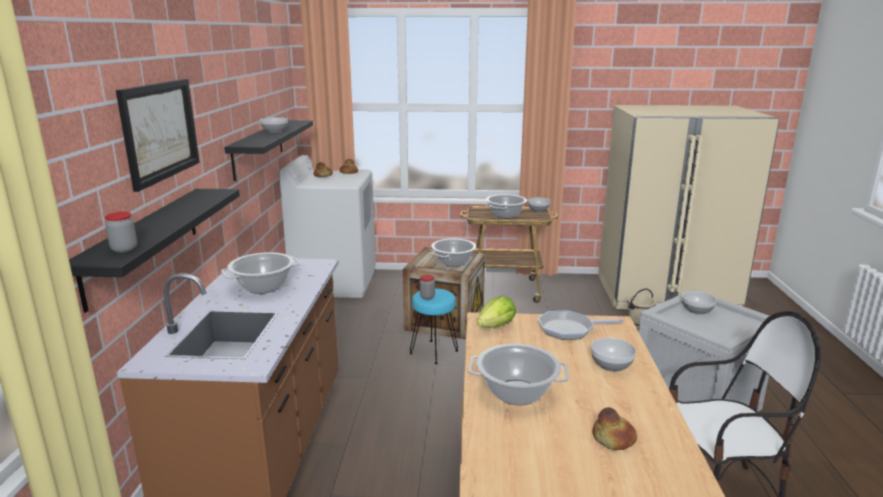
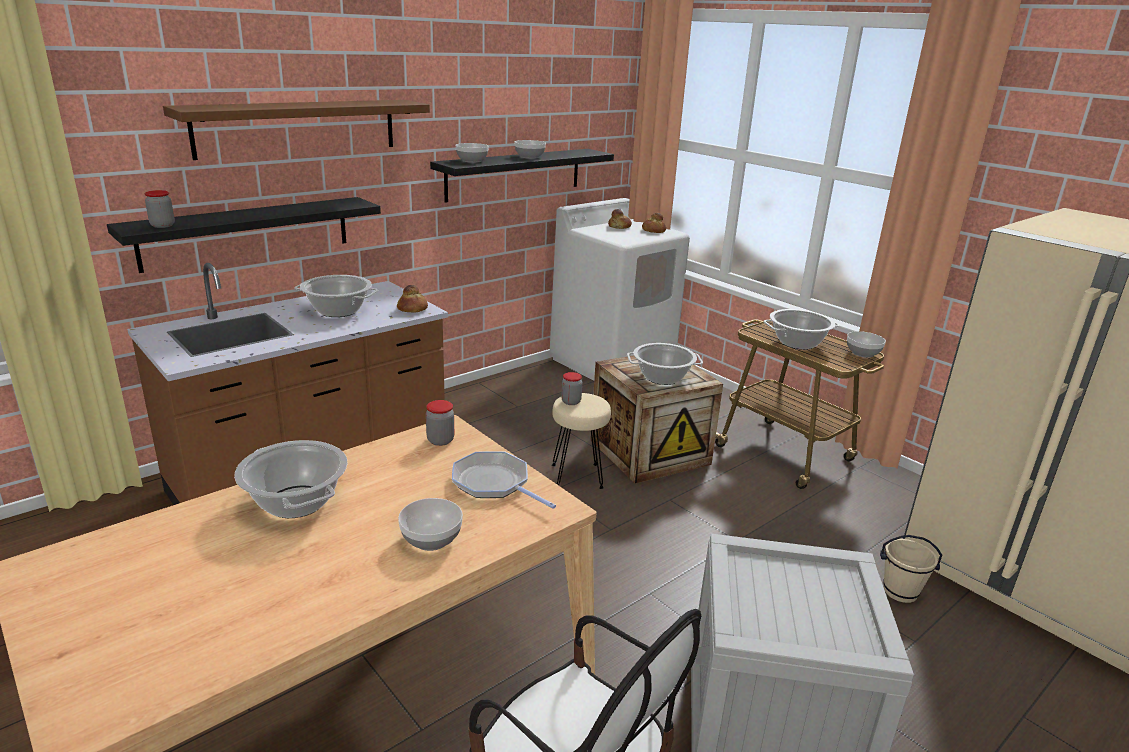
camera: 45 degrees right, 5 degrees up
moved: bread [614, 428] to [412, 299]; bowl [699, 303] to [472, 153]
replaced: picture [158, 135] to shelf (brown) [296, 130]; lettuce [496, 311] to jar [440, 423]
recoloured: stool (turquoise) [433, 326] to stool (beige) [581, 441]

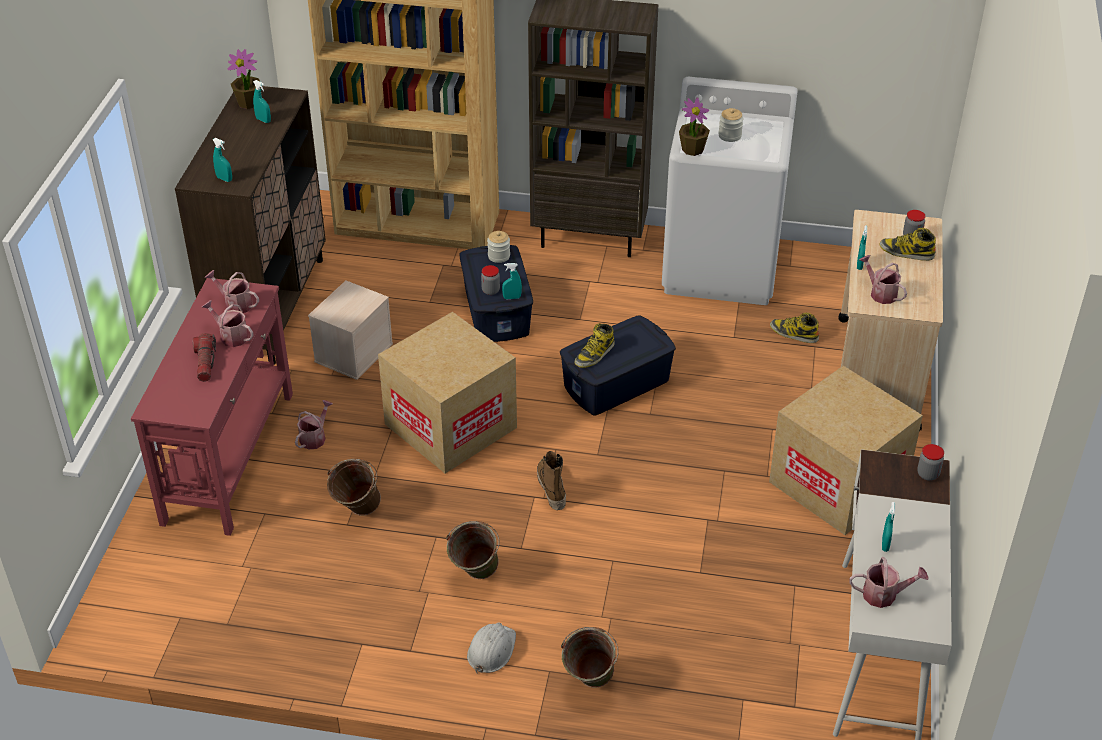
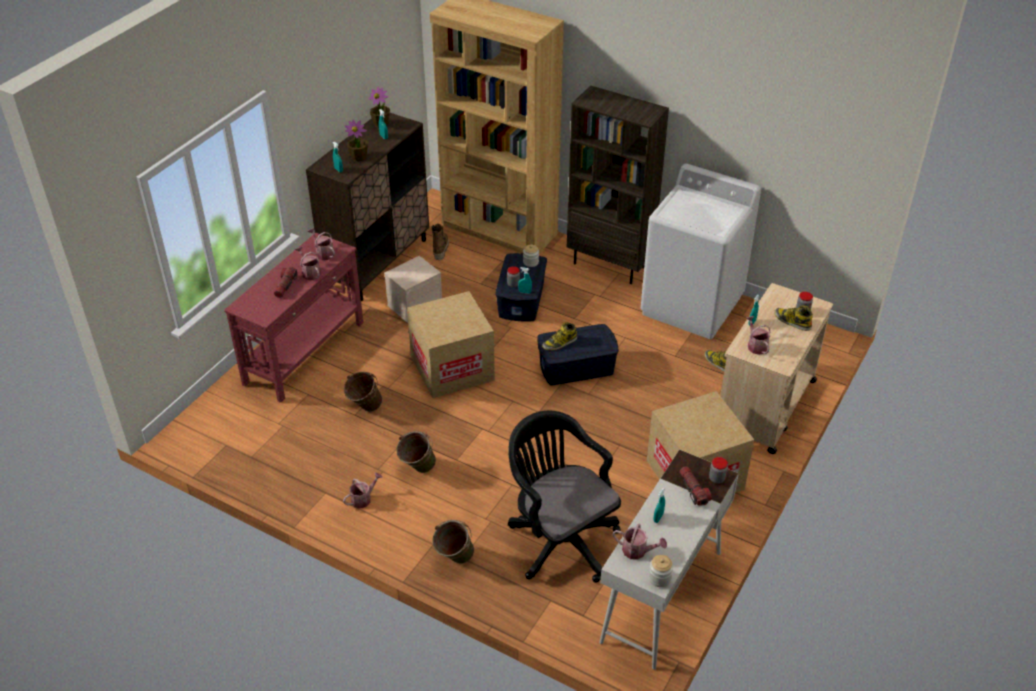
camera: 20 degrees right, 0 degrees up
removed: hard hat (white) [491, 647]
added: office chair (black) [564, 496]; flashlight [696, 486]
moved: watering can [314, 425] to [362, 490]; boot [551, 480] to [440, 242]; potted plant [694, 126] to [356, 140]; jar [730, 125] to [661, 571]

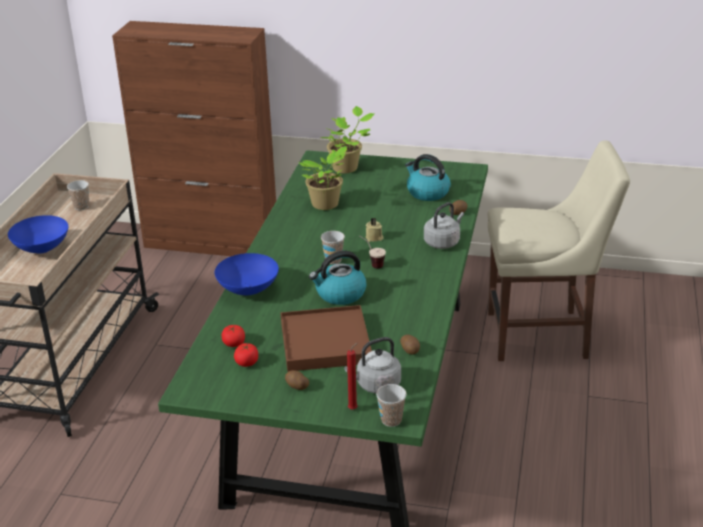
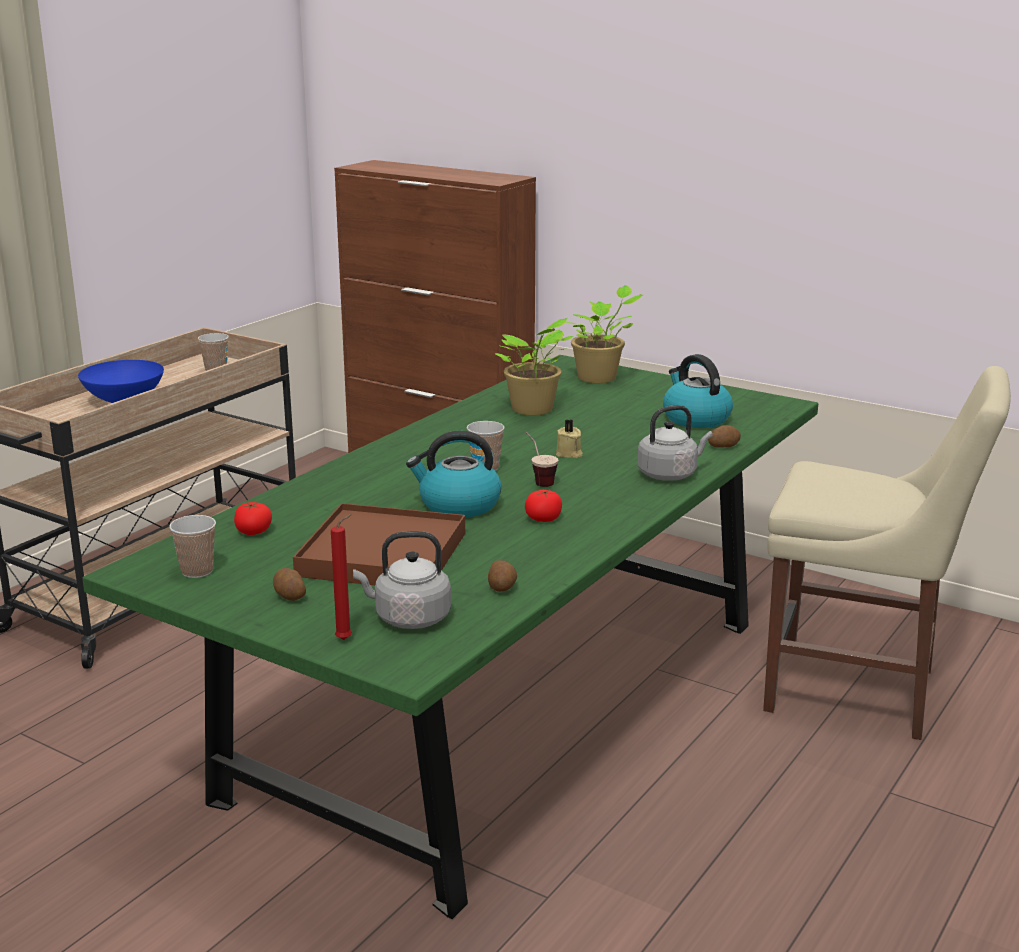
camera: 20 degrees right, 10 degrees down
removed: bowl (blue) [247, 274]
moved: tomato [246, 355] to [543, 506]; cup [391, 405] to [192, 546]

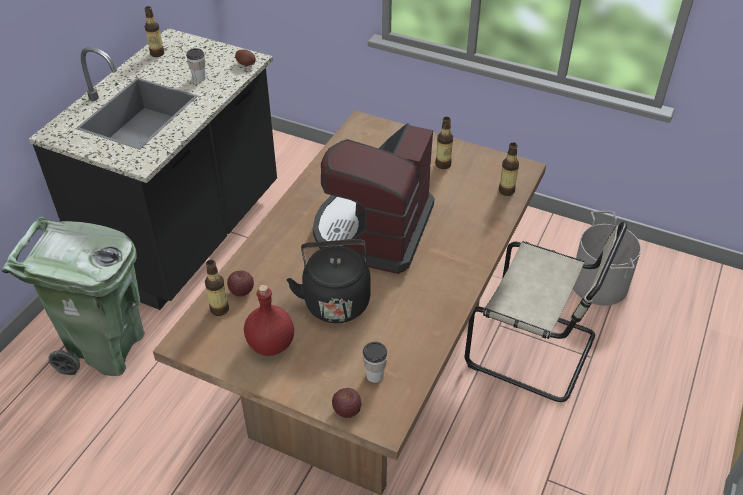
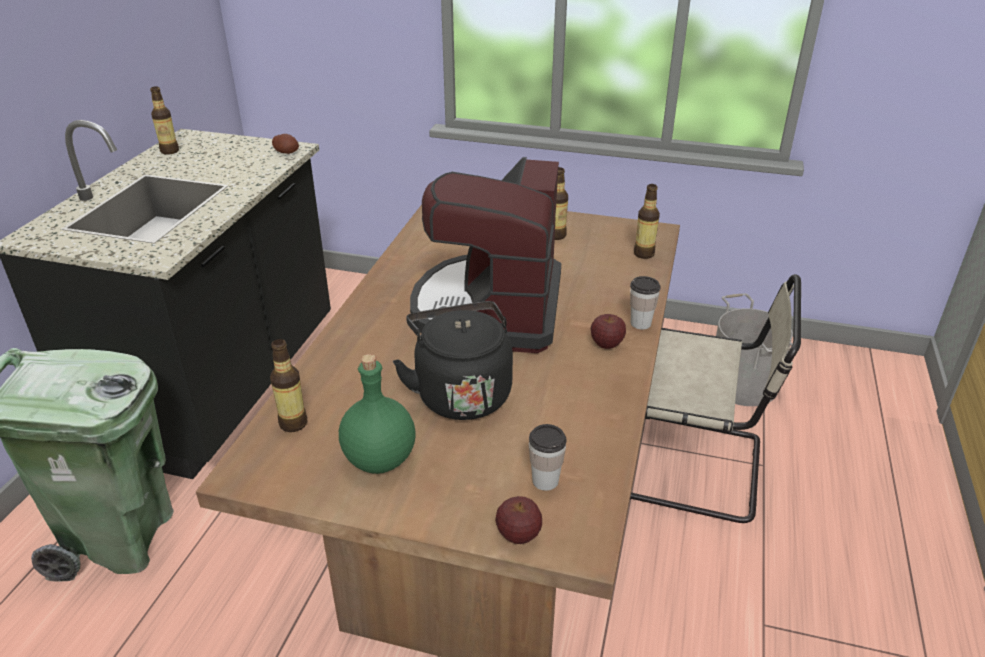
camera: 10 degrees left, 10 degrees down
moved: cup [196, 65] to [645, 302]; apple [240, 283] to [608, 331]
recoloured: bottle (red) [269, 320] to bottle (green) [377, 414]

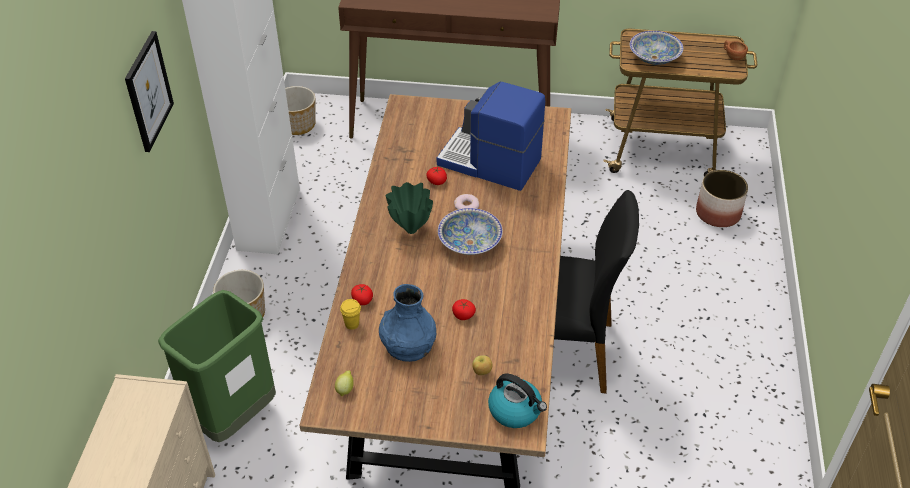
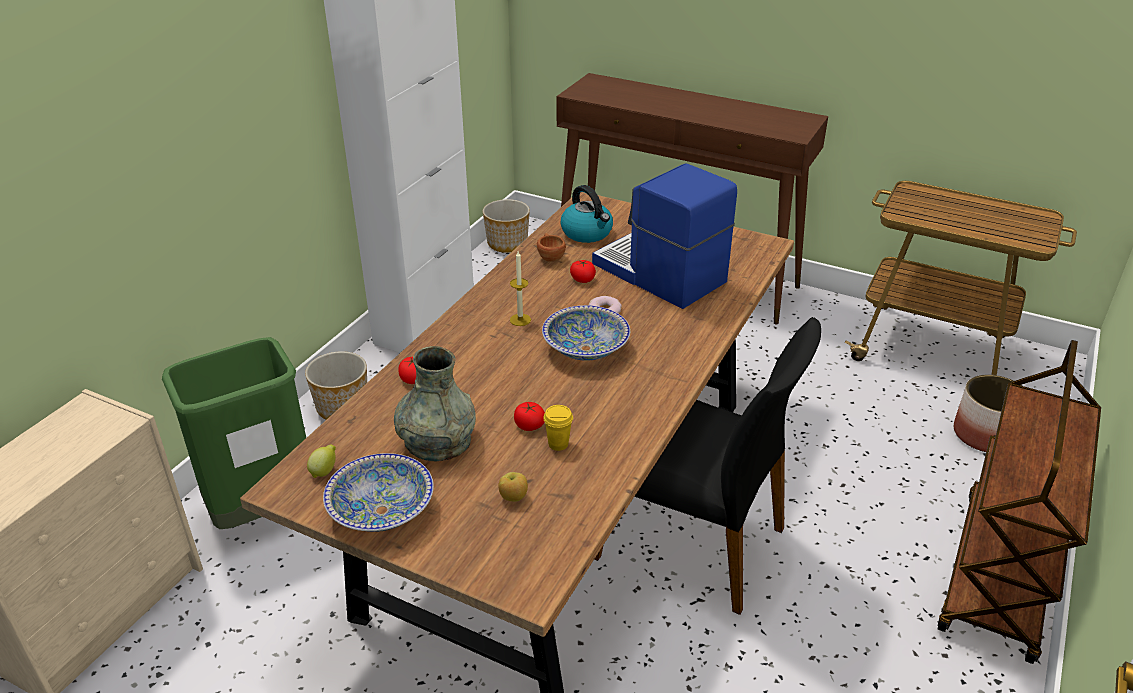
camera: 20 degrees right, 10 degrees down
removed: picture [149, 91]
added: cart (brown) [1019, 502]
moved: cup (yellow) [350, 314] to [558, 428]; kettle [517, 401] to [586, 214]; bowl [656, 48] to [378, 492]; cup (brown) [736, 50] to [551, 247]
replaced: vase (green) [409, 208] to candle [520, 288]
recoloured: vase (blue) [407, 323] to vase (grey) [435, 403]

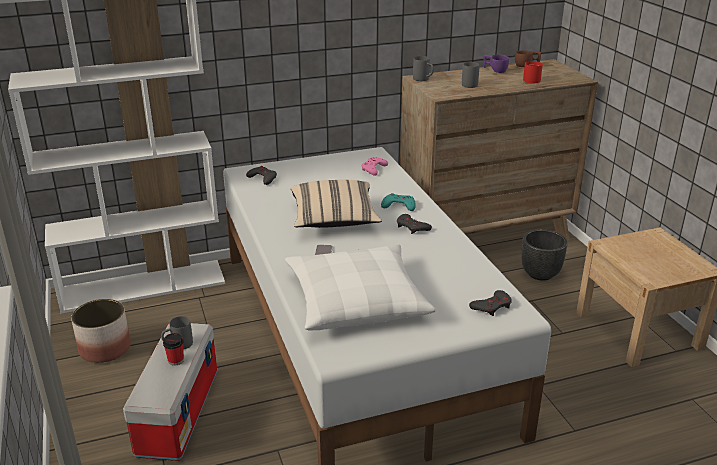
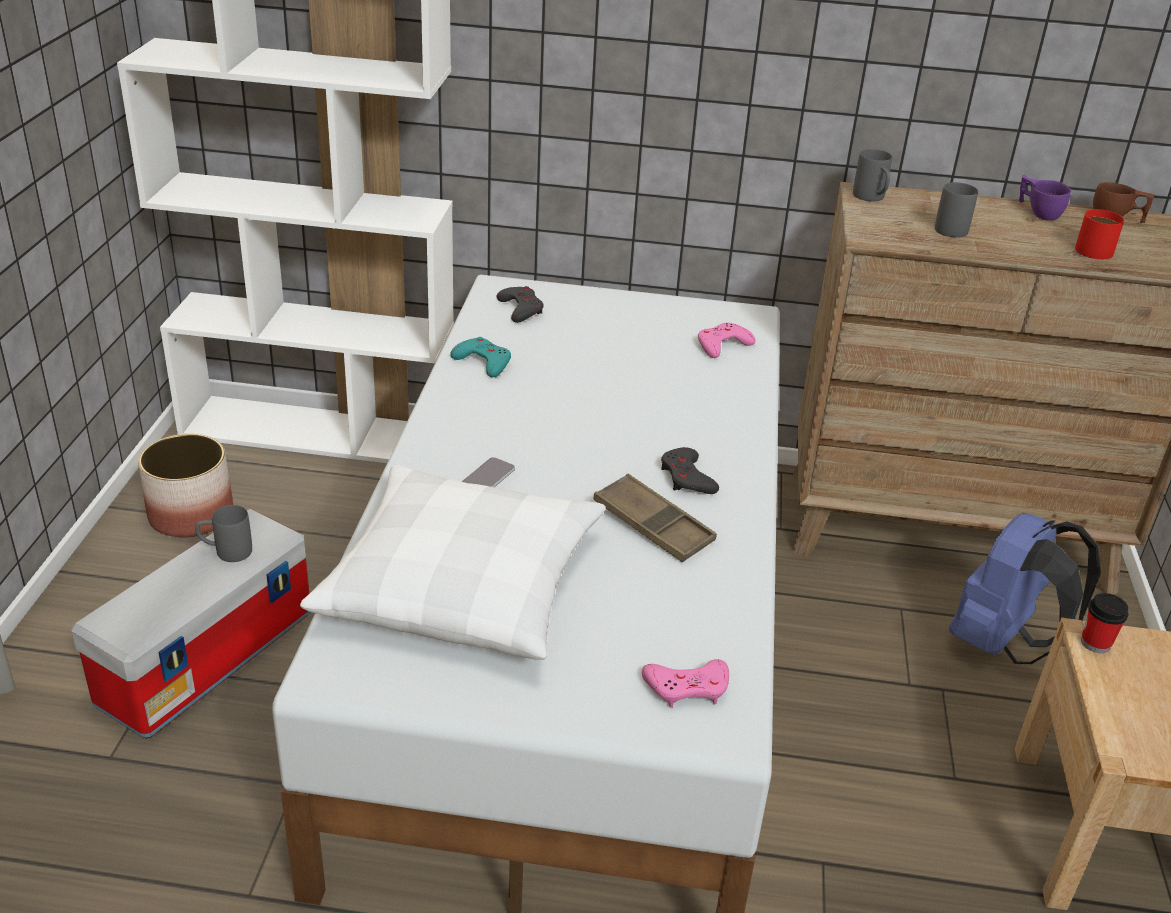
camera: 25 degrees right, 5 degrees up
removed: pillow (beige) [336, 204]
added: tray (brown) [655, 517]
moved: cup [173, 349] to [1104, 623]; game controller (turquoise) [398, 202] to [480, 357]
replaced: planter (black) [544, 255] to backpack (blue) [1025, 588]
recoloured: game controller (grey) [490, 303] to game controller (pink) [685, 683]

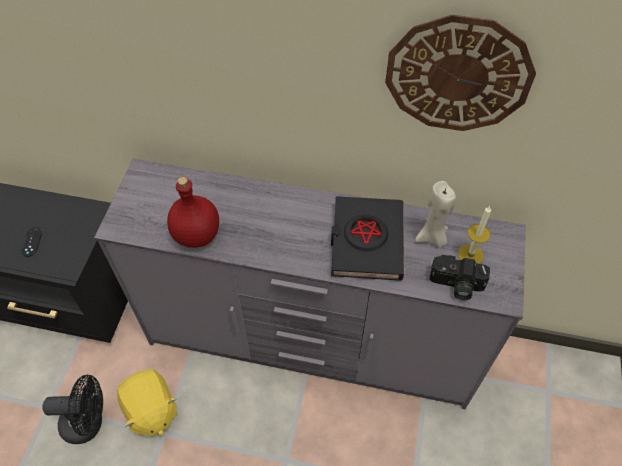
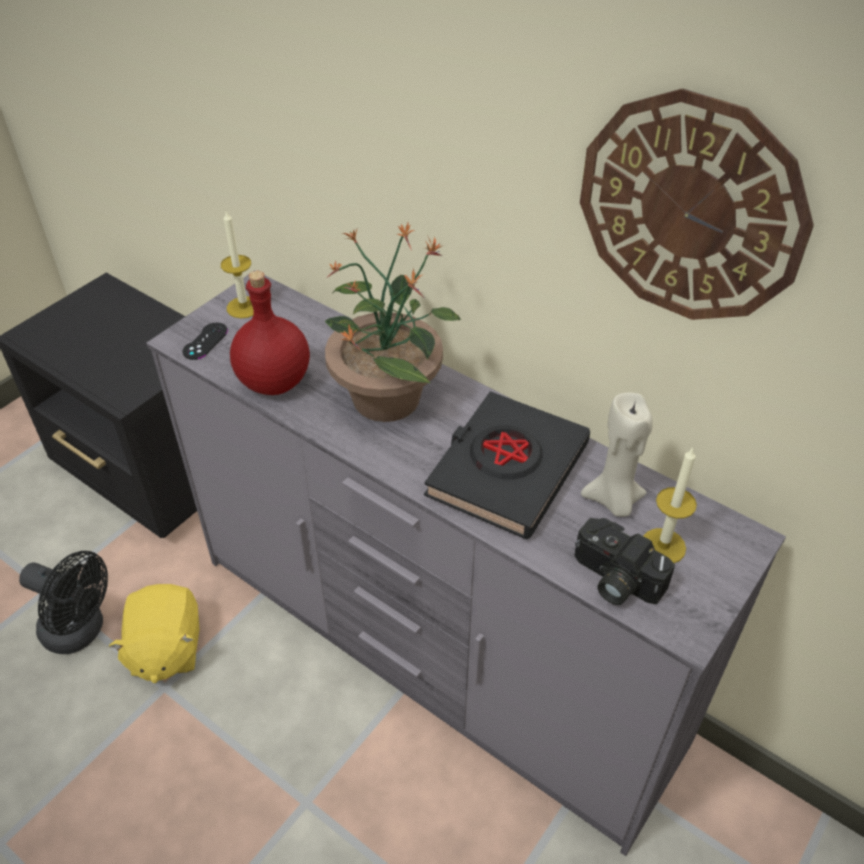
camera: 25 degrees right, 10 degrees down
added: candle [237, 264]; potted plant [393, 321]
moved: game controller (black) [31, 242] to [205, 341]

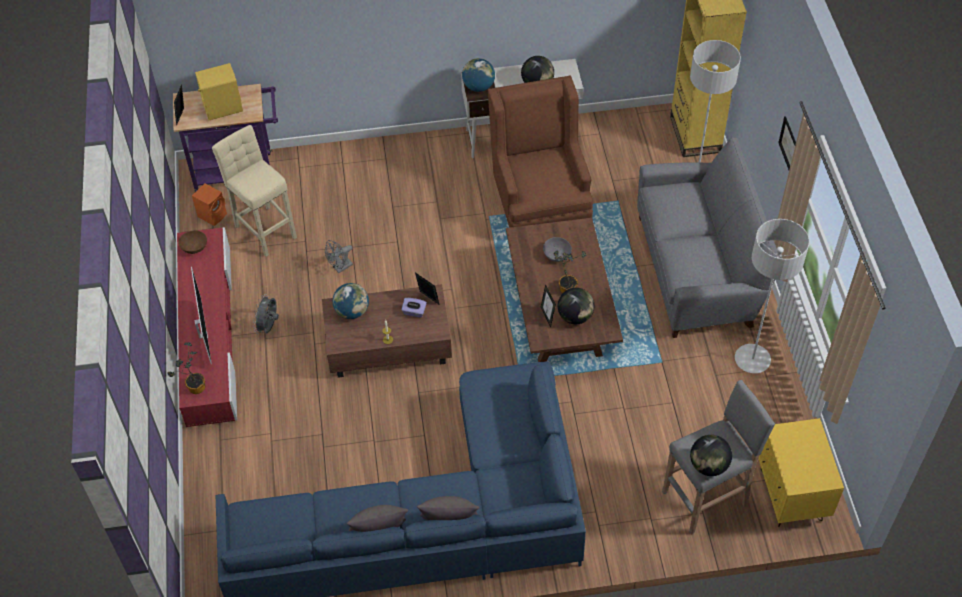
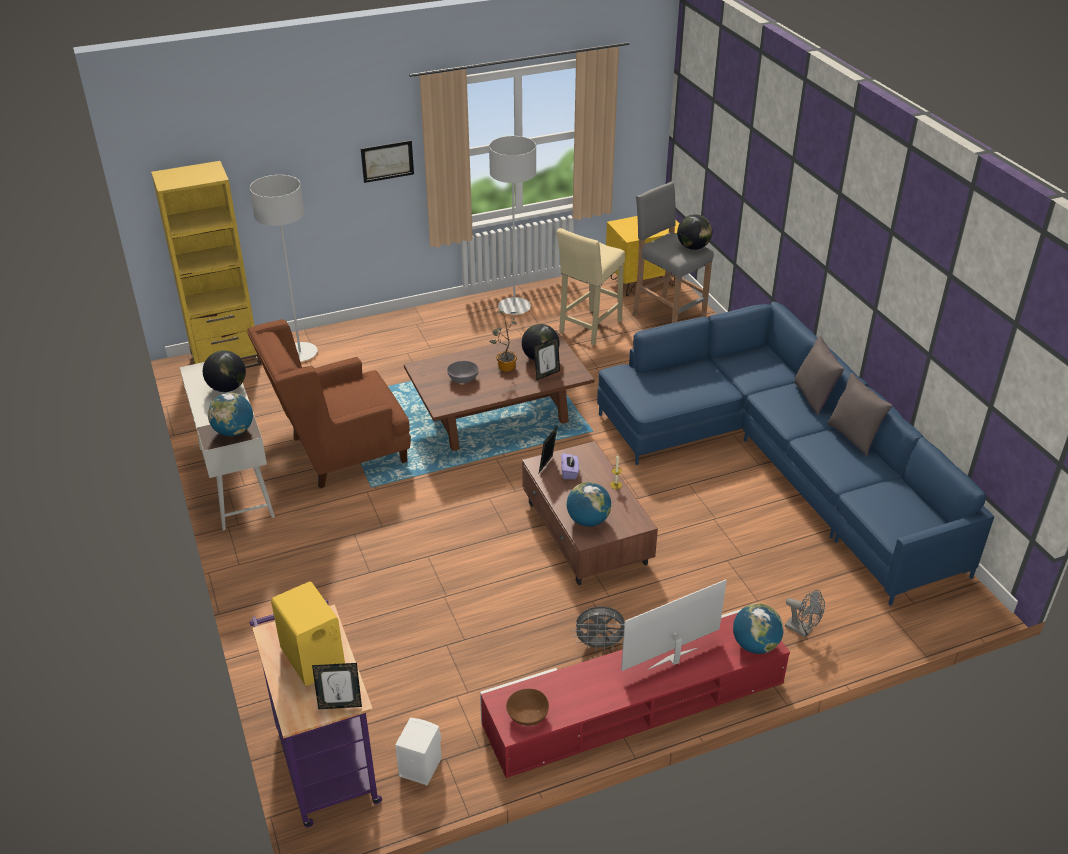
camera: 105 degrees left, 15 degrees down
removed: sofa (grey) [707, 238]
moved: stool (beige) [254, 191] to [590, 286]; fan (grey) [339, 256] to [805, 614]
replaced: potted plant [186, 368] to globe [758, 628]
recoloured: speaker (orange) [209, 204] to speaker (white) [418, 752]

